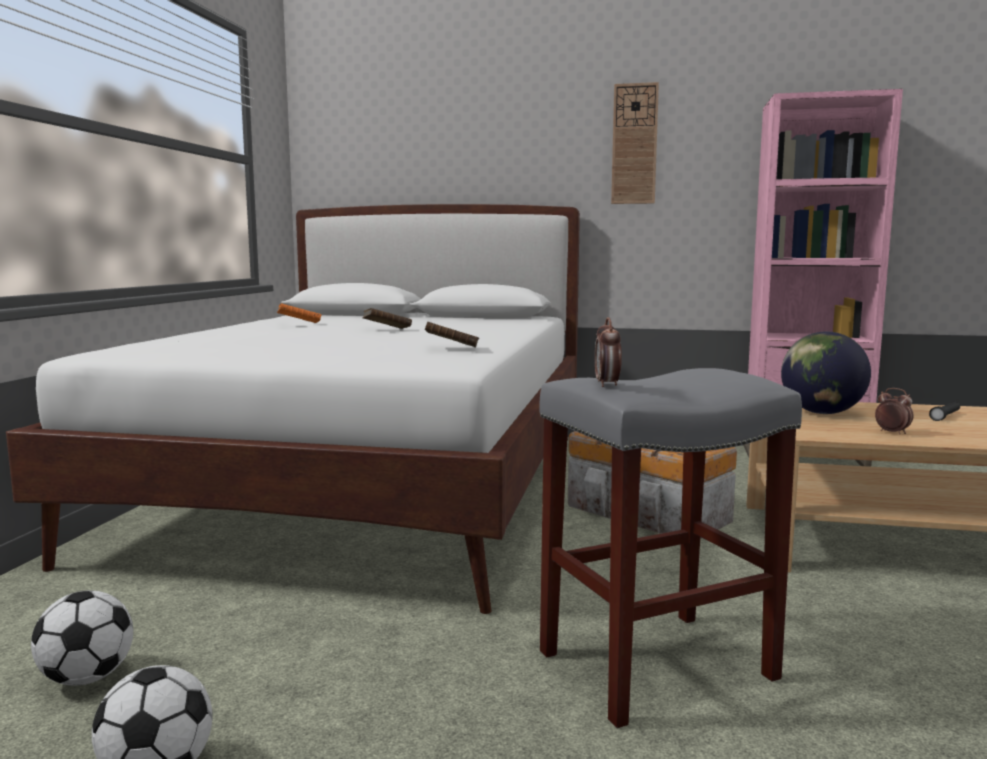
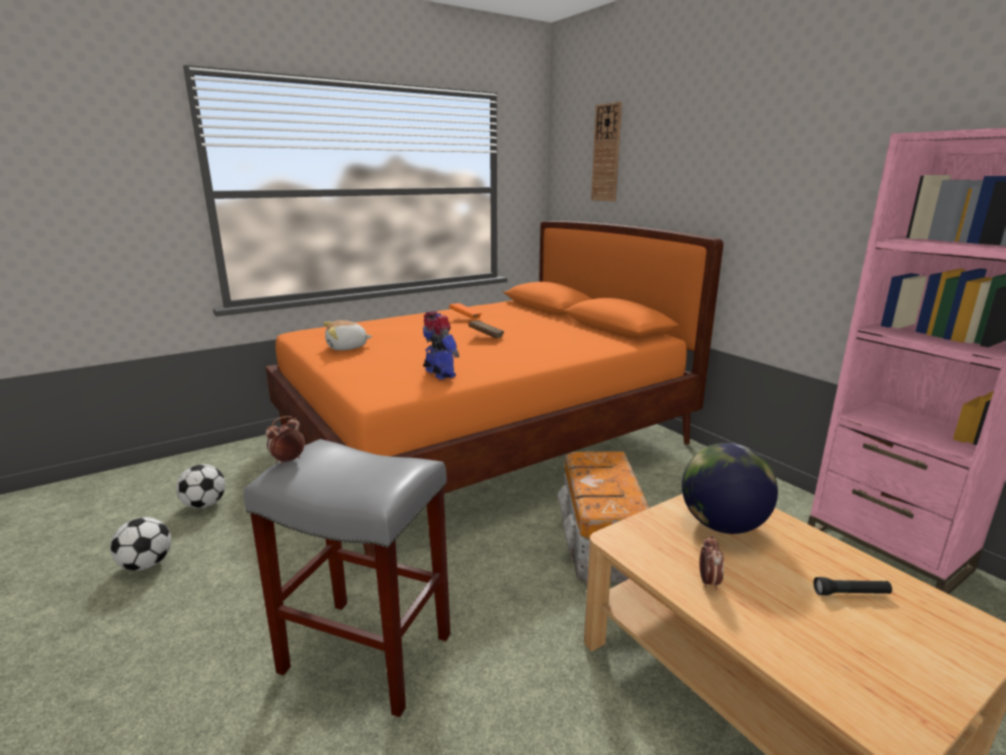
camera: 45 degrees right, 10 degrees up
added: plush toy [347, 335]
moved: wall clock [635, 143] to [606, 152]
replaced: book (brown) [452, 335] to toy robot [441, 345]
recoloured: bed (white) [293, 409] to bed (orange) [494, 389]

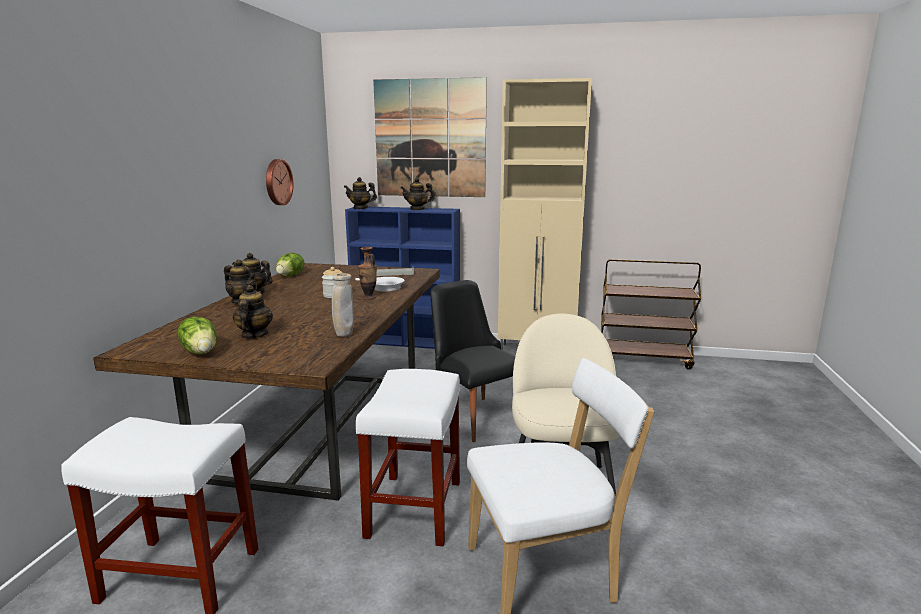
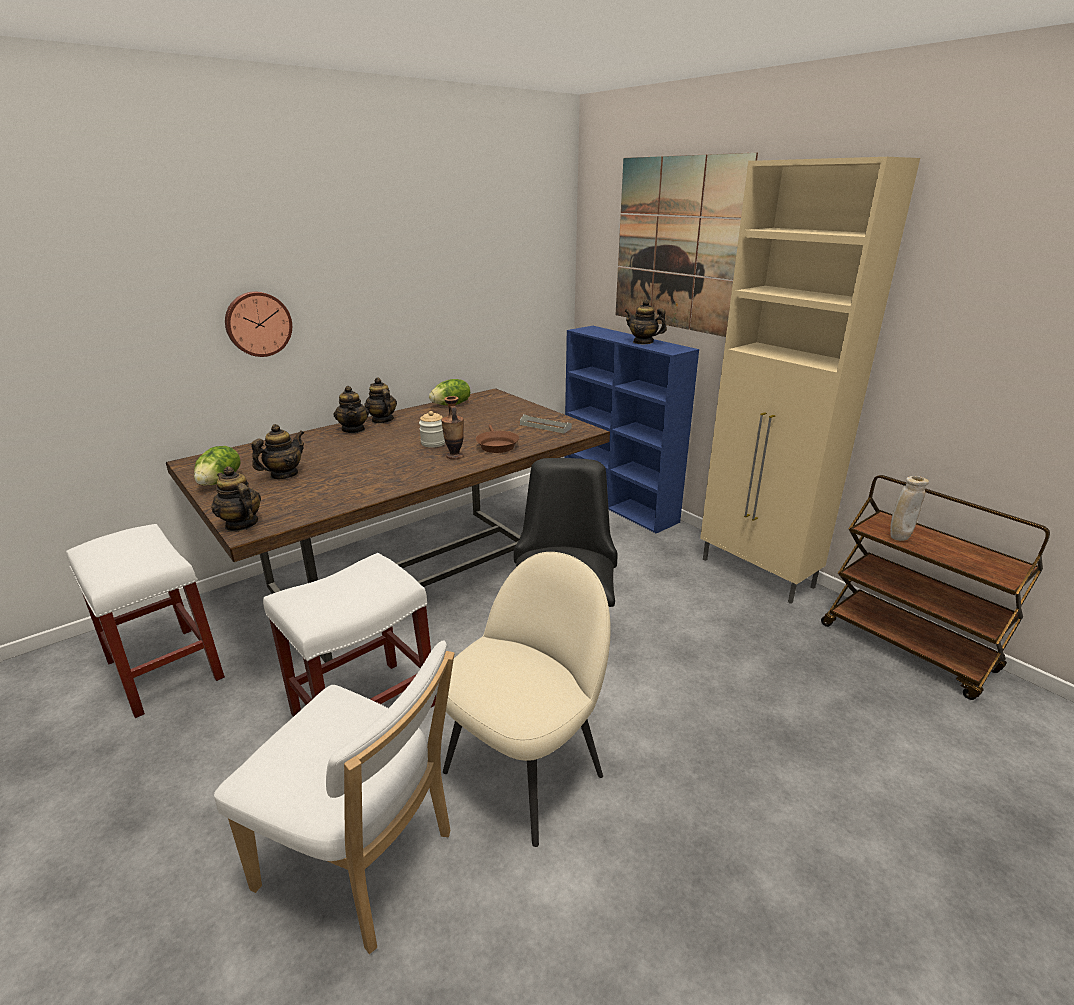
camera: 40 degrees right, 10 degrees up
moved: wall clock [280, 182] to [258, 324]; vase (beige) [343, 305] to [909, 508]; teapot [360, 193] to [236, 499]
recoloured: frying pan (white) [379, 284] to frying pan (brown) [497, 439]

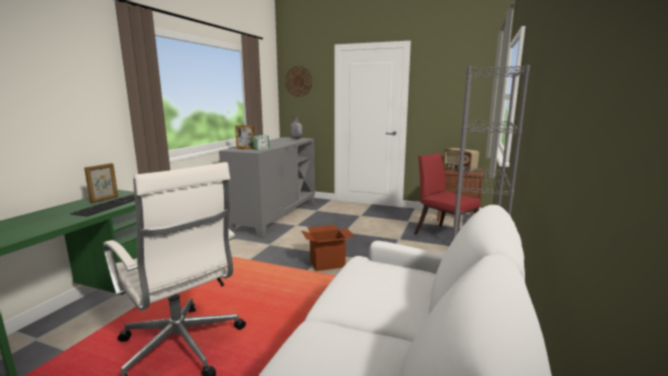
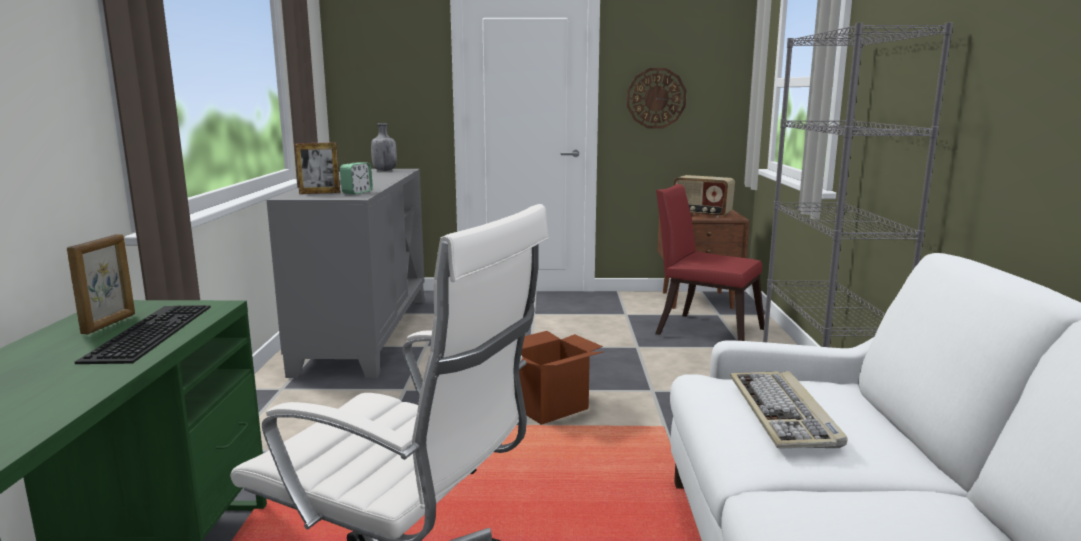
camera: 20 degrees left, 0 degrees up
added: keyboard [789, 410]
moved: wall clock [299, 81] to [657, 98]

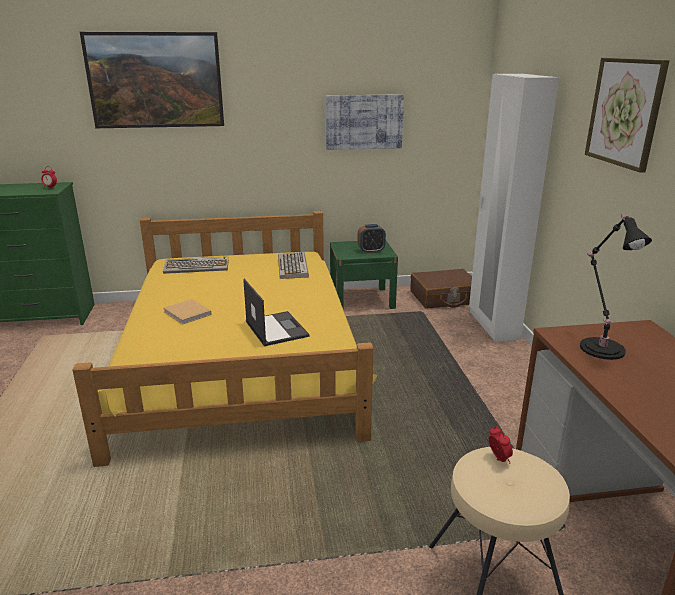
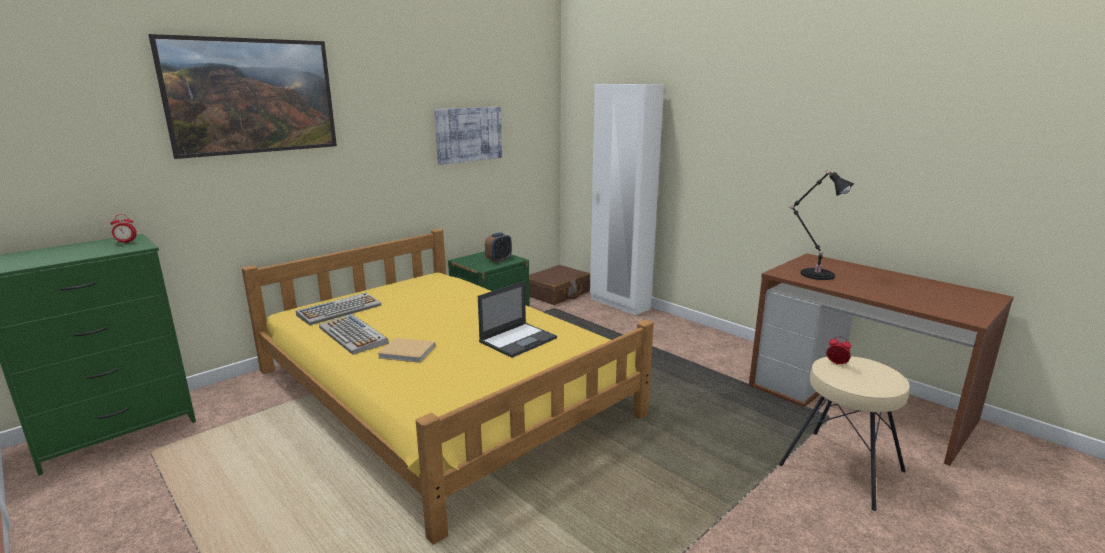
camera: 35 degrees left, 5 degrees down
removed: picture [627, 115]
moved: keyboard [293, 265] to [354, 334]
turned: laptop [276, 312] = [517, 319] 105 degrees clockwise

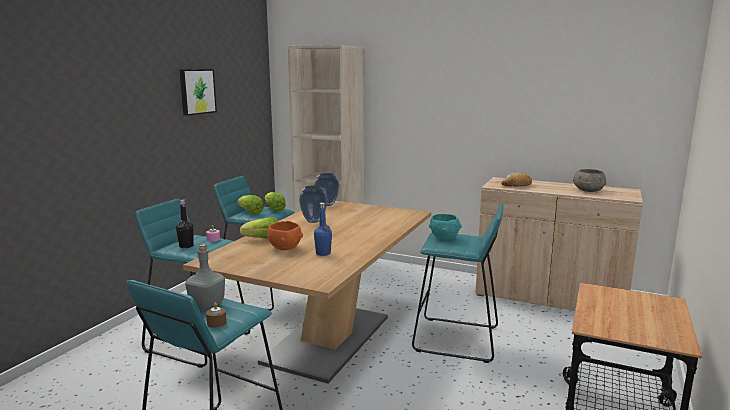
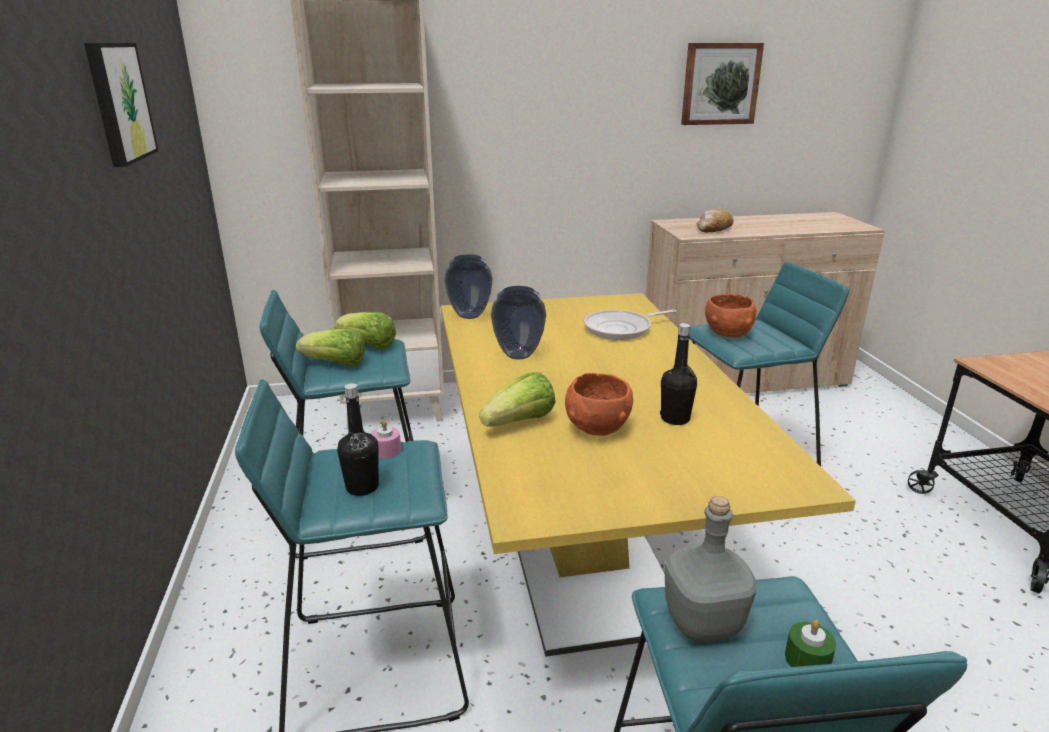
camera: 35 degrees left, 10 degrees up
removed: bowl (grey) [589, 180]
added: frying pan [630, 325]; picture [722, 84]
recoloured: dining table (brown) [307, 292] to dining table (yellow) [648, 475]; candle (brown) [216, 315] to candle (green) [810, 643]; bottle (blue) [323, 229] to bottle (black) [678, 374]; bowl (turquoise) [445, 227] to bowl (orange) [730, 316]

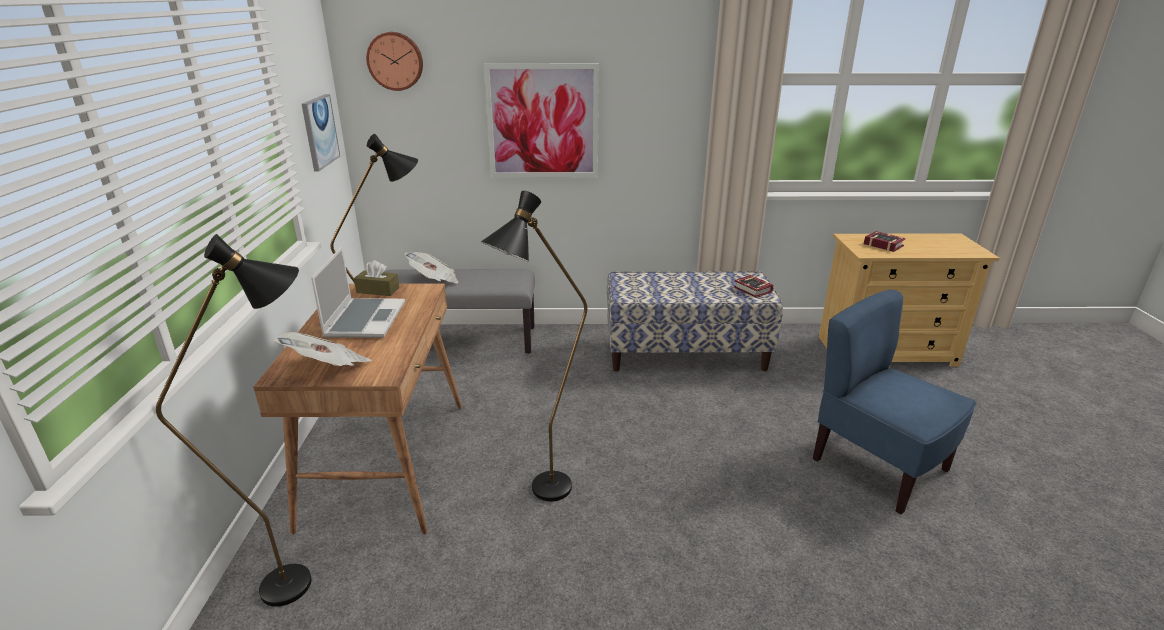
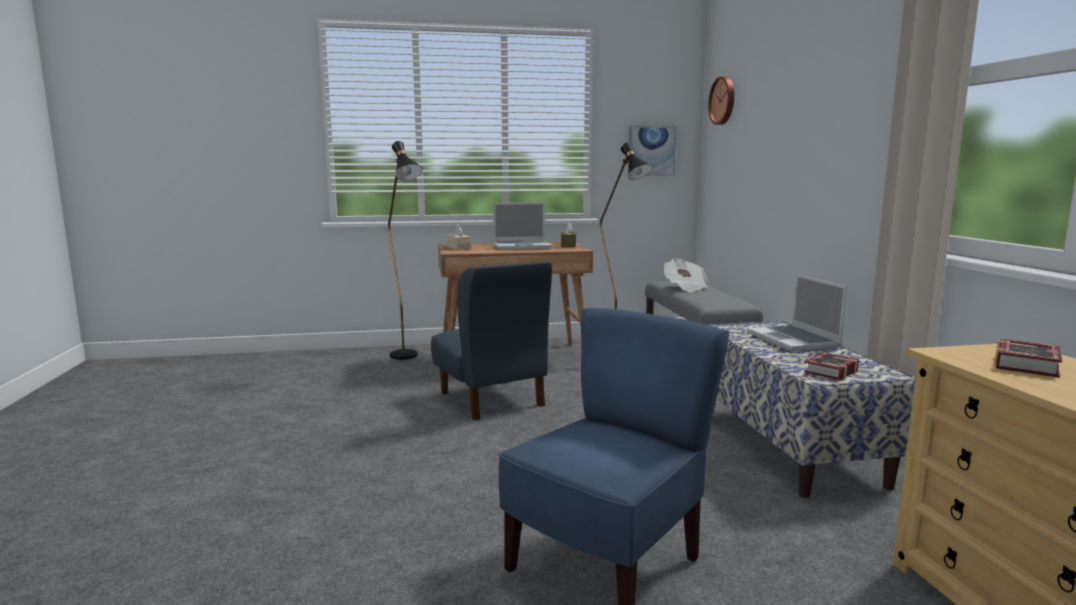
camera: 80 degrees right, 15 degrees down
removed: picture [541, 120]
added: laptop [797, 312]
replaced: newspaper [322, 349] to tissue box (beige) [458, 237]; floor lamp (black) [534, 346] to chair (blue) [491, 341]

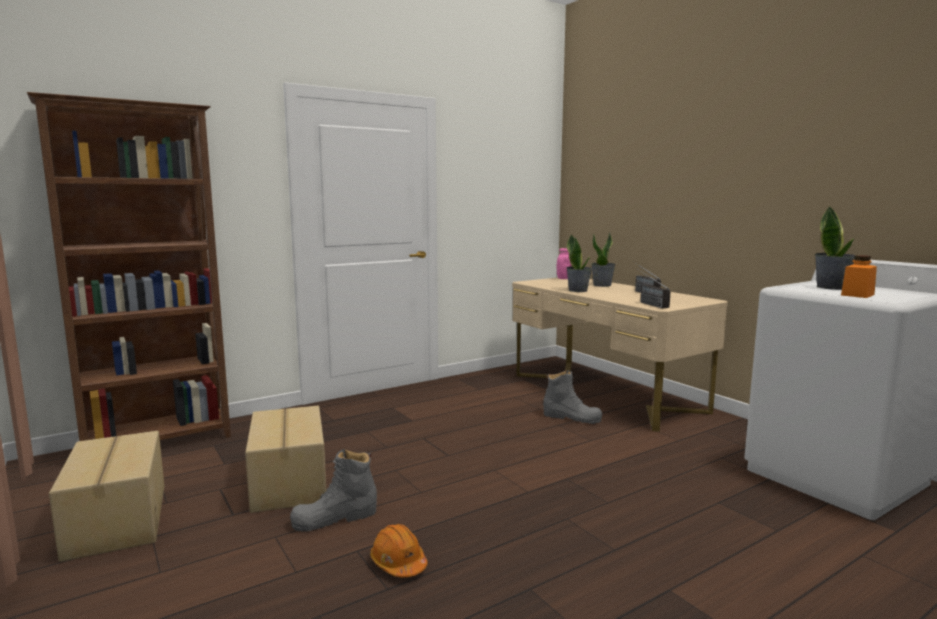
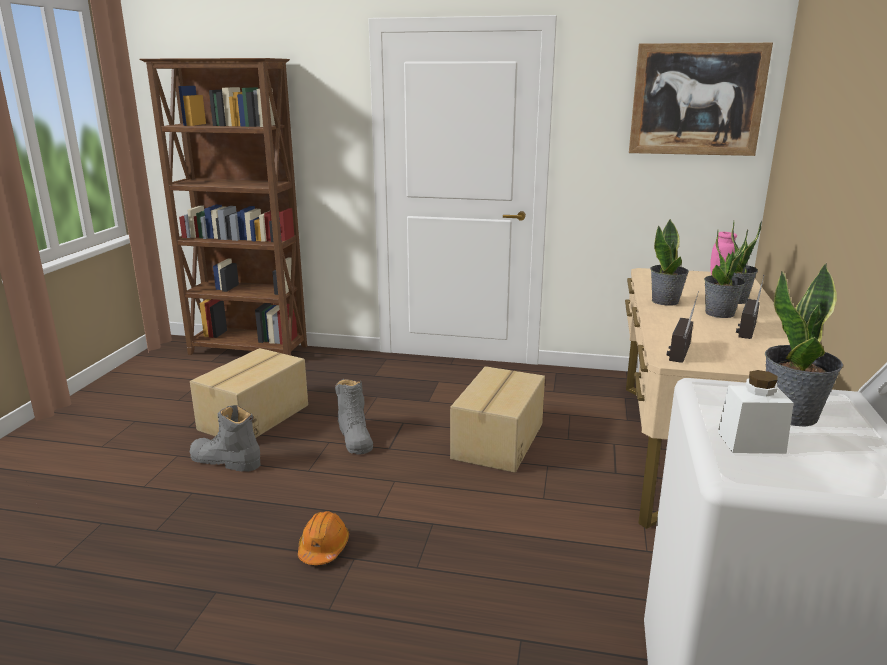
camera: 45 degrees right, 10 degrees up
added: picture [701, 99]; potted plant [726, 273]
moved: cardboard box [106, 496] to [497, 419]; hard hat (orange) [399, 551] to [323, 538]; boot (grey) [572, 397] to [354, 417]
recoloured: jar (orange) [859, 276] to jar (white) [756, 412]

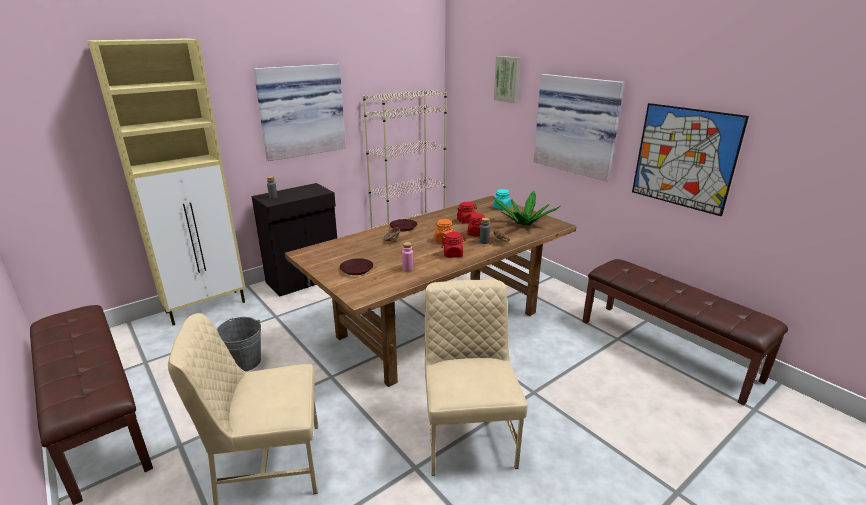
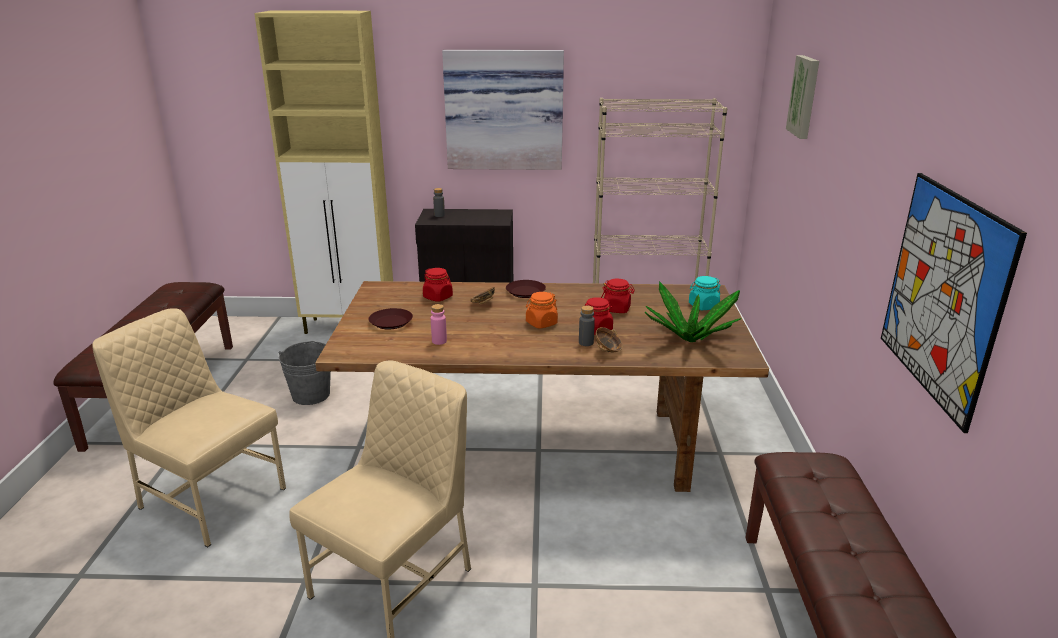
camera: 40 degrees right, 0 degrees up
removed: picture [579, 127]
moved: jar (red) [453, 245] to [438, 285]

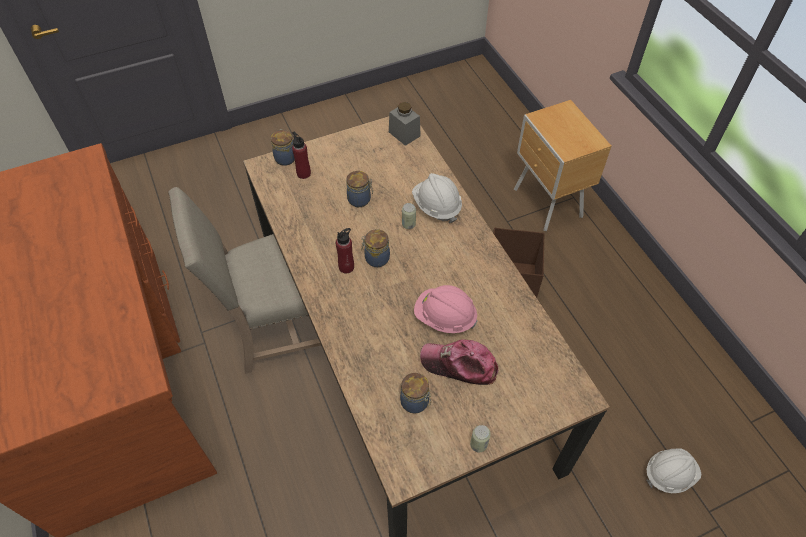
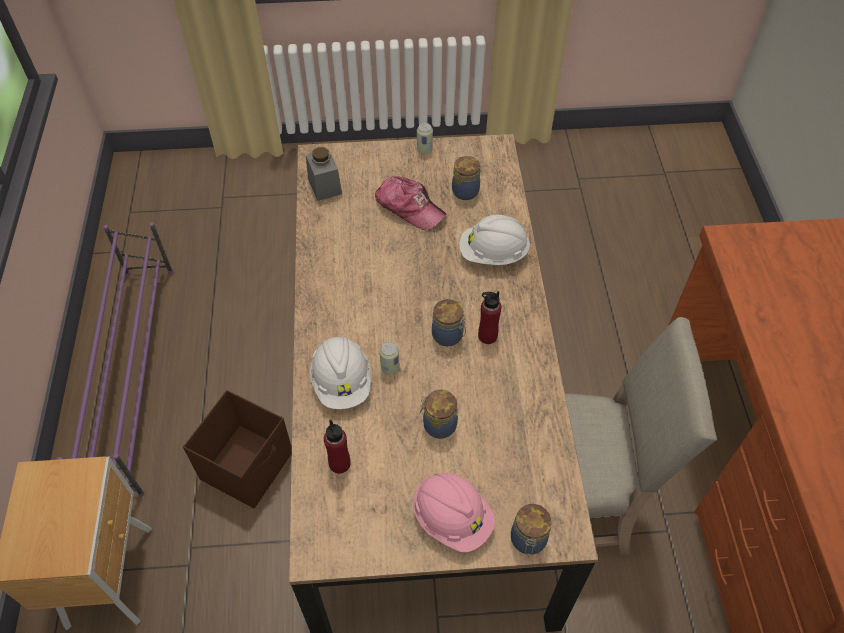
camera: 160 degrees left, 0 degrees up
added: shoe rack (purple) [114, 359]
moved: bottle (red) [301, 155] to [337, 447]; jar (grey) [405, 124] to [324, 174]; hard hat (pink) [446, 309] to [454, 512]; hard hat (white) [674, 471] to [494, 239]

